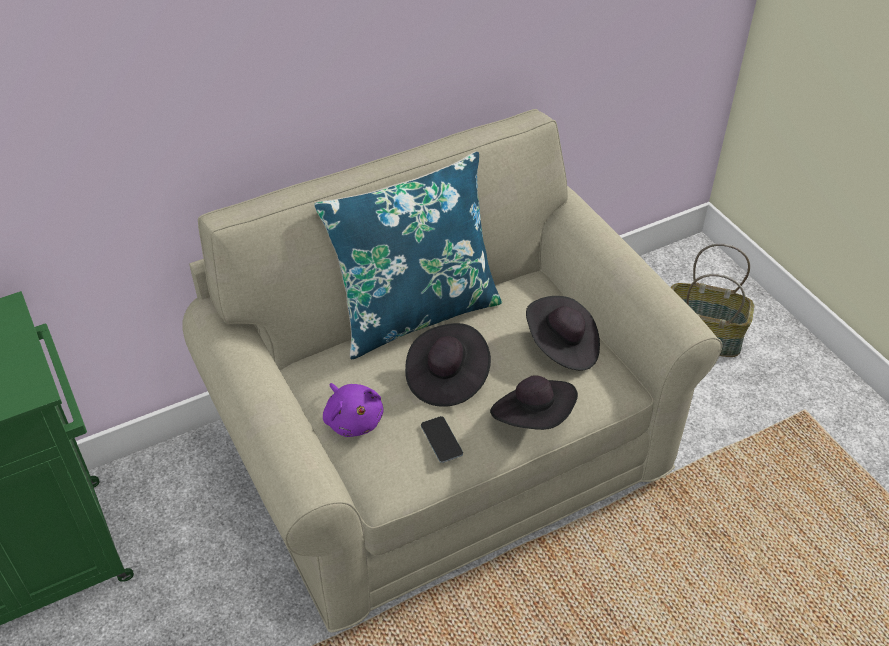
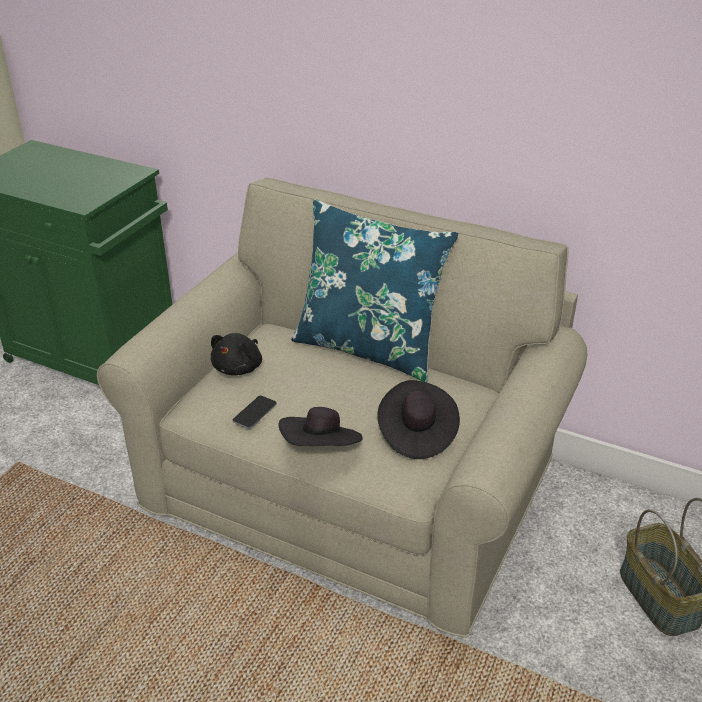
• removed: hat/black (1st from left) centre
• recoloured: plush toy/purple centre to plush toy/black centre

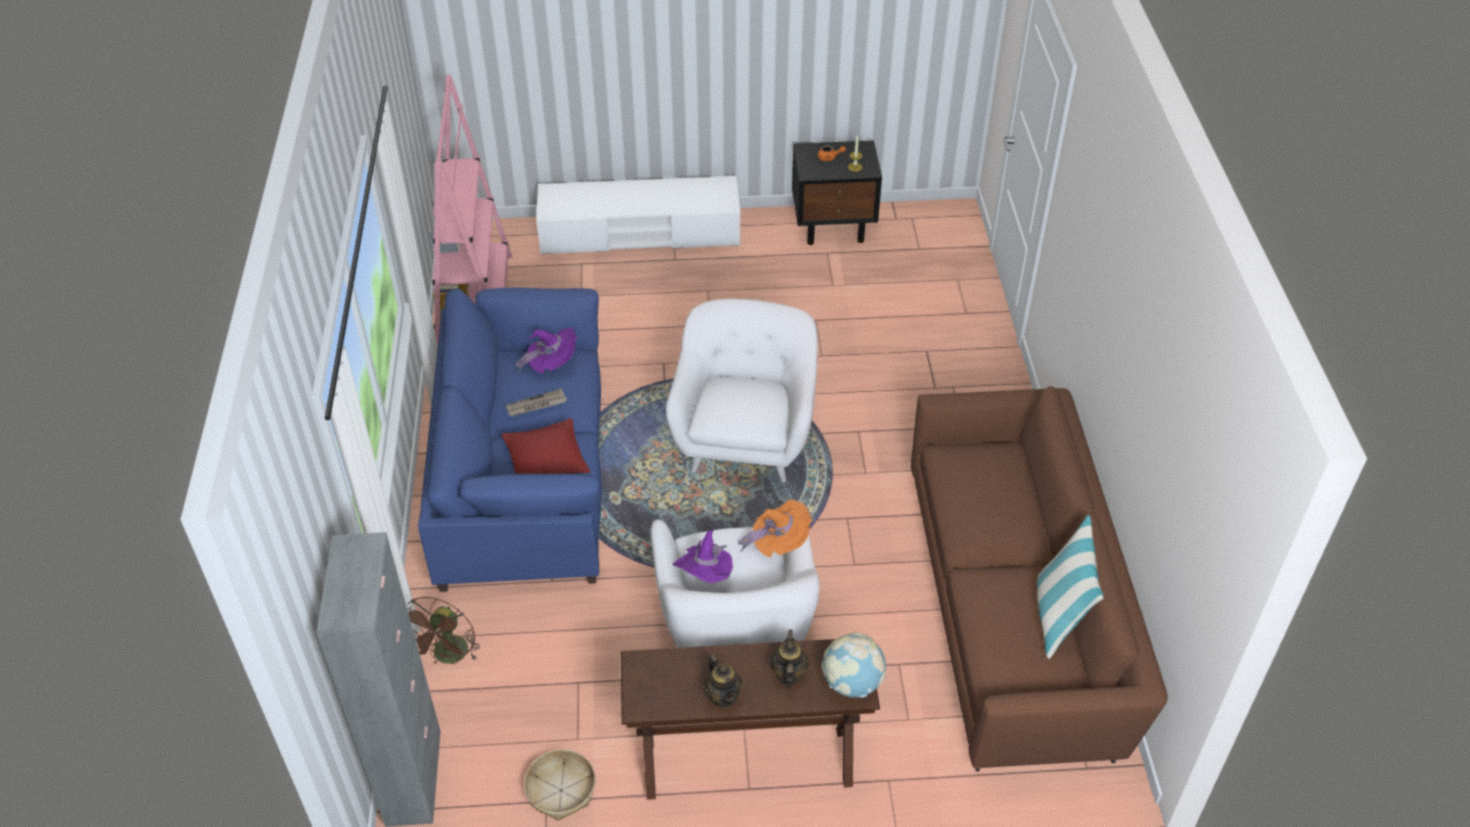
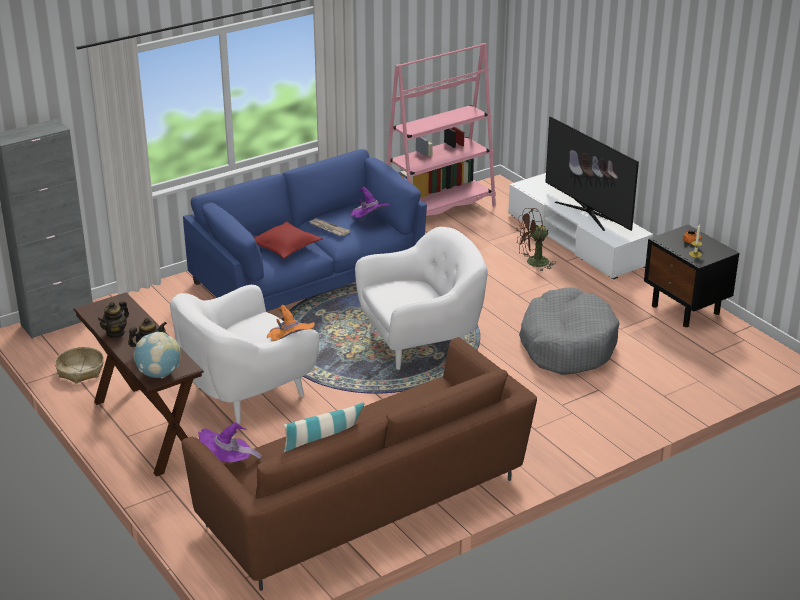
• added: dog bed/grey middle right
• added: television top right
• moved: fan/brown bottom left to middle right
• moved: hat/purple (2nd from left in the first image) bottom centre to hat/purple (1st from left) bottom left

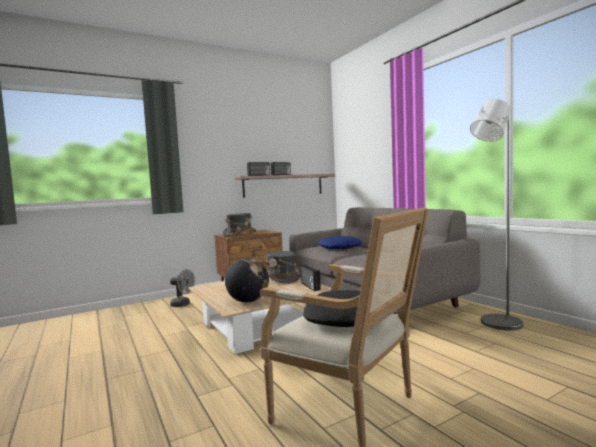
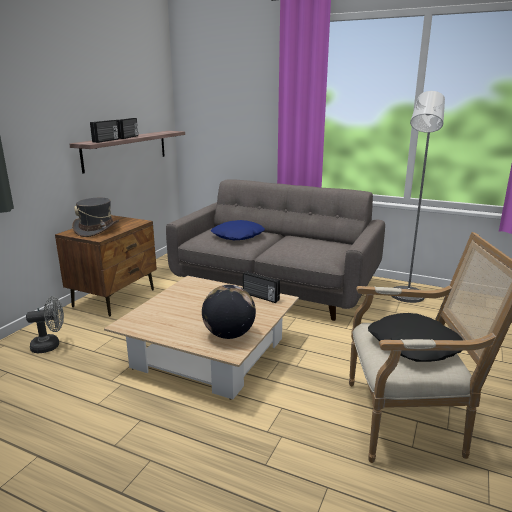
• removed: hat/grey (2nd from left) centre

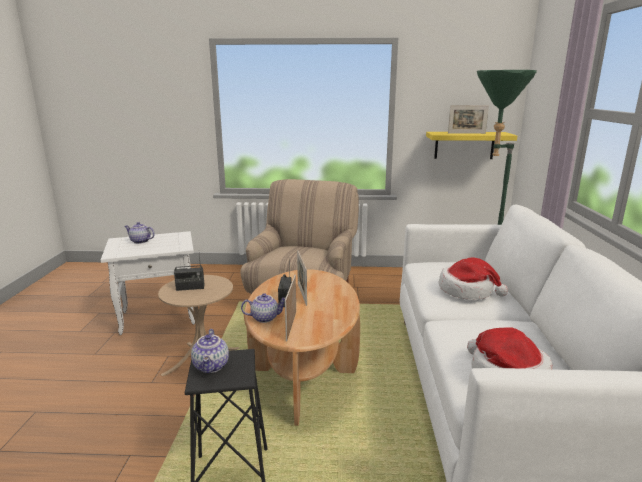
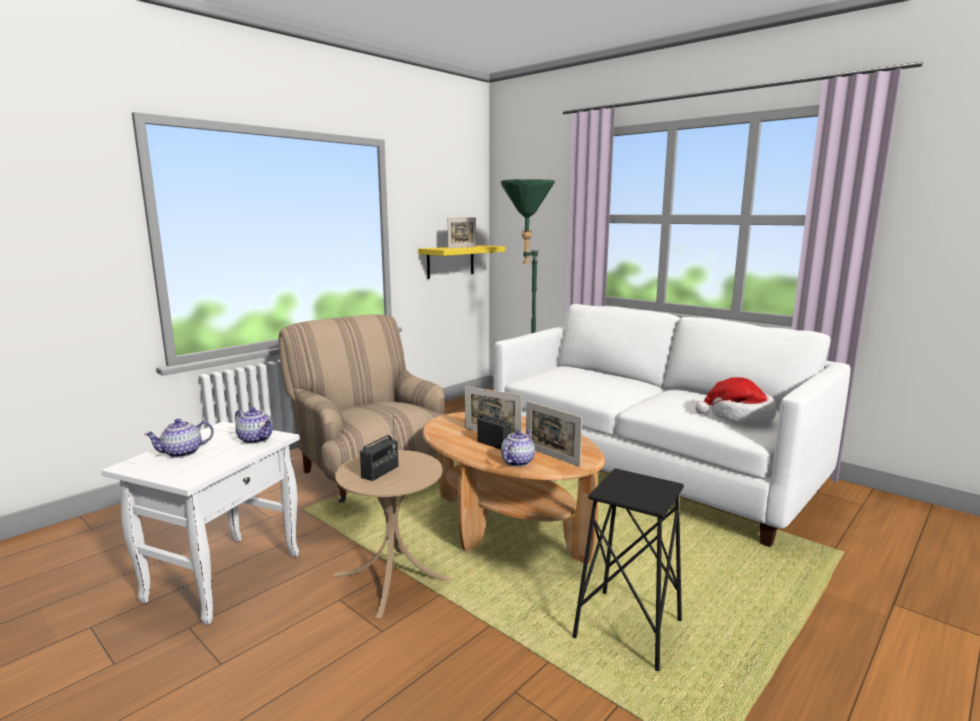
• removed: hat (1st from left) middle right
• moved: teapot (2nd from left) bottom left to middle left

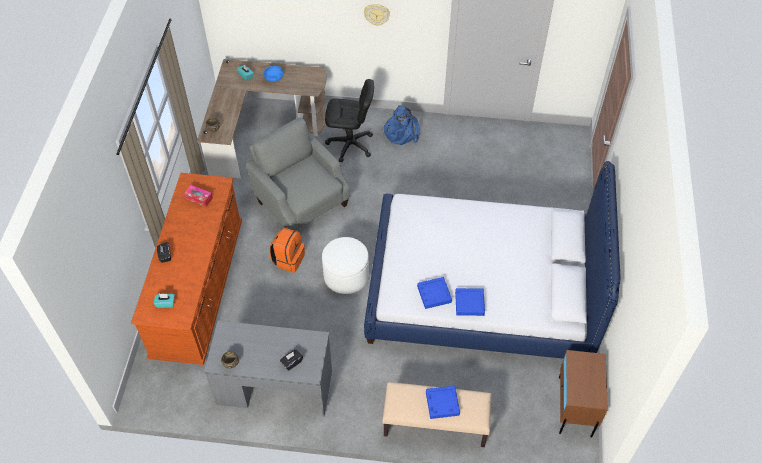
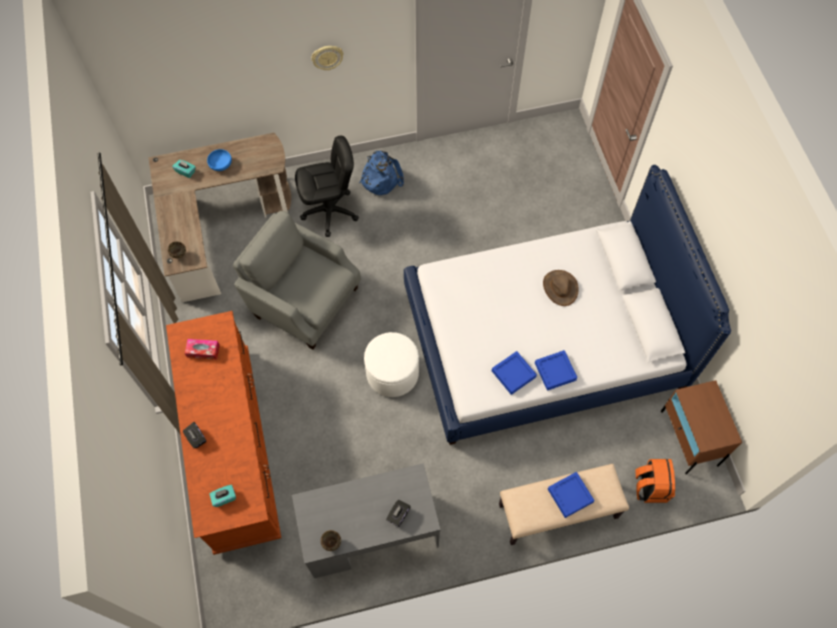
• added: hat/brown middle right
• moved: backpack/orange centre to bottom right

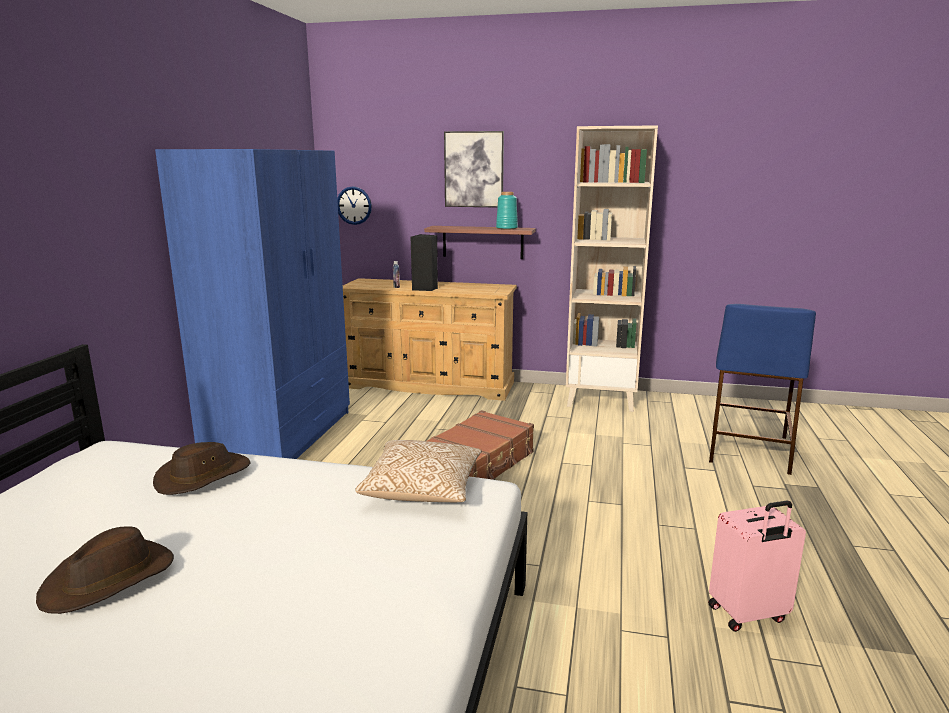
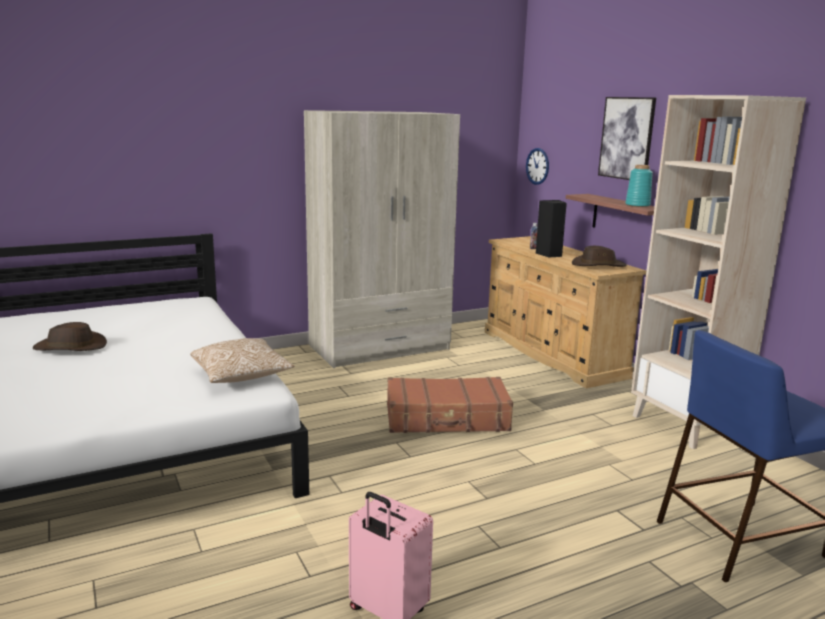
• moved: hat/brown (2nd from left) middle left to middle right
• recoloured: wardrobe/blue middle left to wardrobe/beige centre

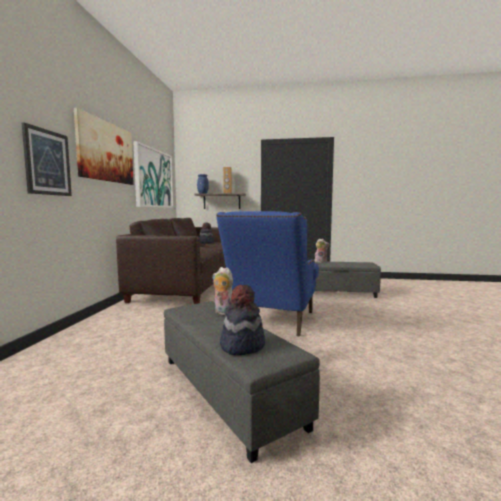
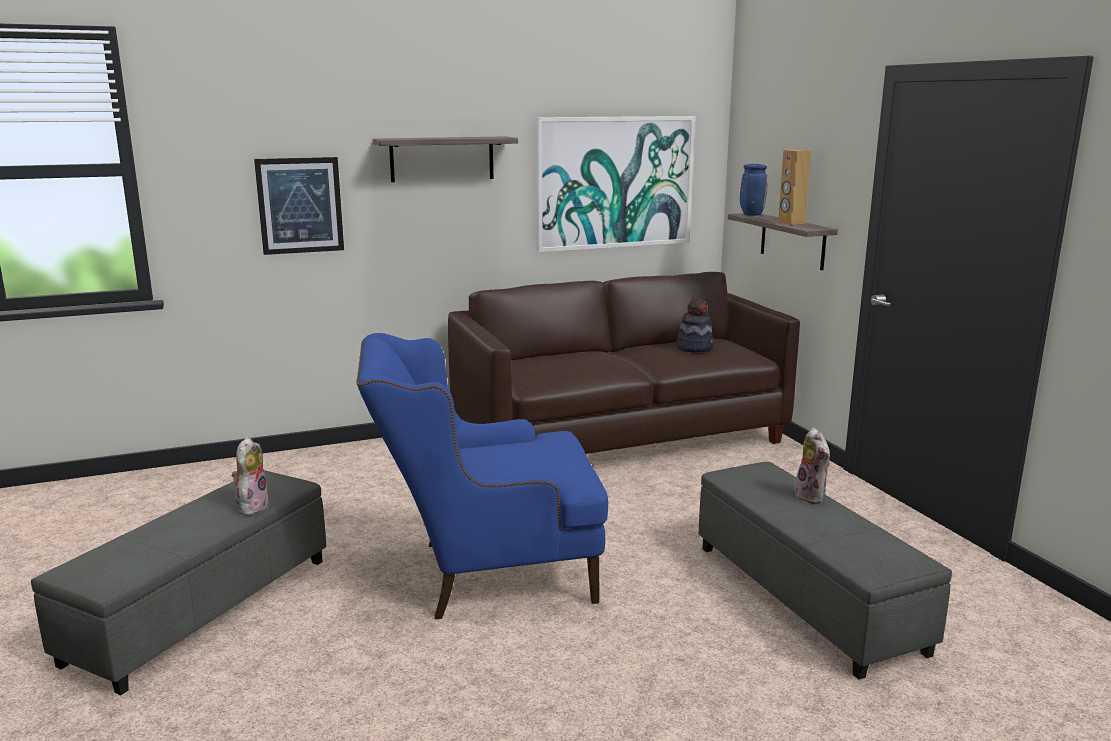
• removed: hat (2nd from left) centre
• replaced: picture (2nd from left) top left to shelf (1st from left) top centre

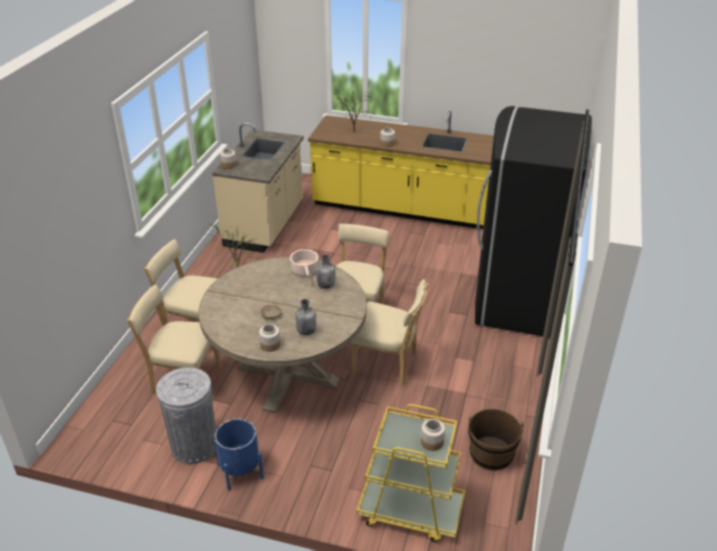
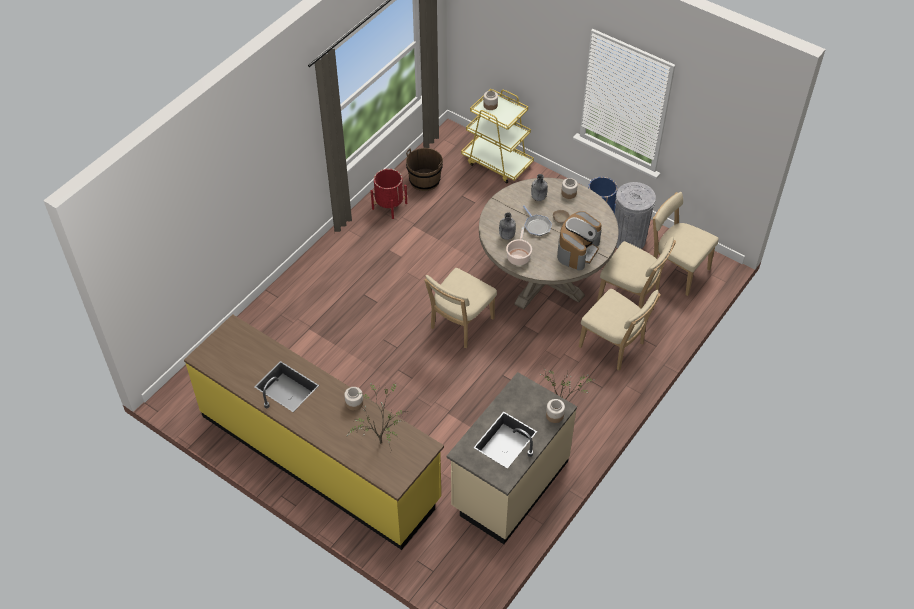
• removed: fridge/black middle right
• added: planter/red top centre
• added: frying pan centre
• added: coffee machine centre
• moved: chair/beige (4th from left) centre to middle right

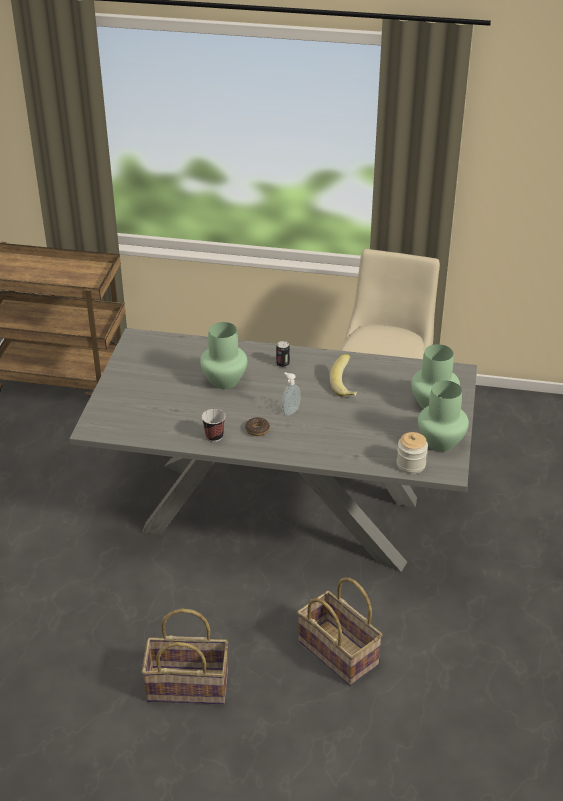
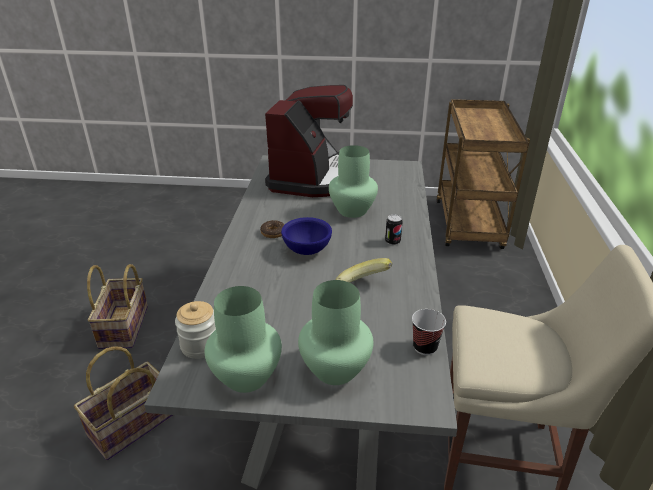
• added: coffee machine top centre
• moved: cup centre to bottom centre
• replaced: soap dispenser centre to bowl/blue centre

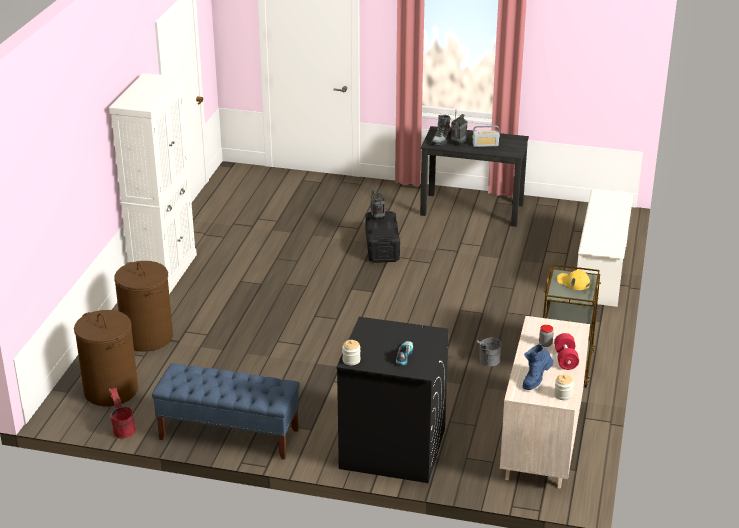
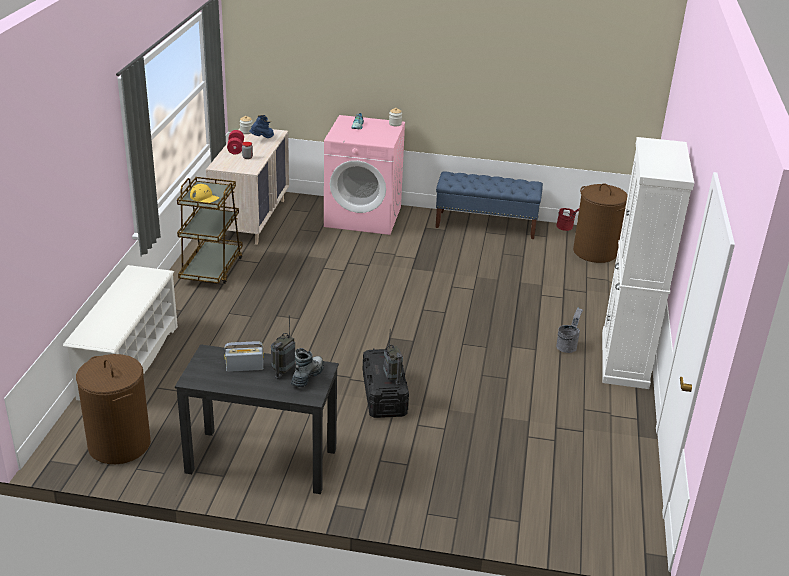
• moved: laundry basket/brown (2nd from left in the first image) middle left to laundry basket/brown (1st from left) bottom left
• moved: bucket/grey bottom centre to middle right
• recoloured: washing machine/black bottom centre to washing machine/pink top centre

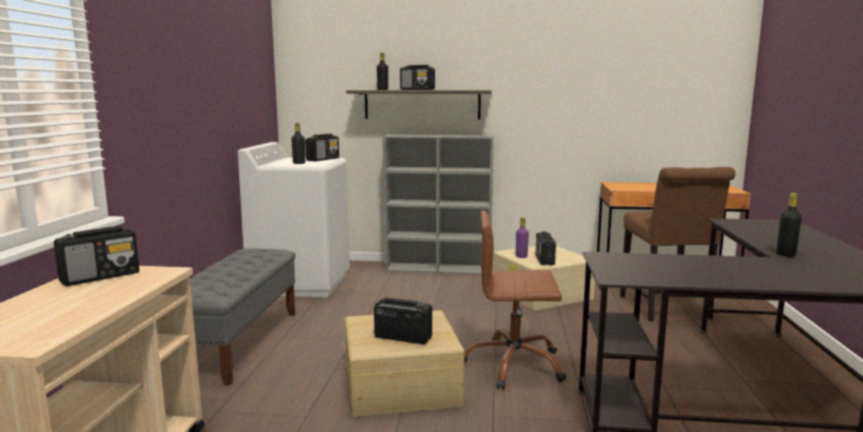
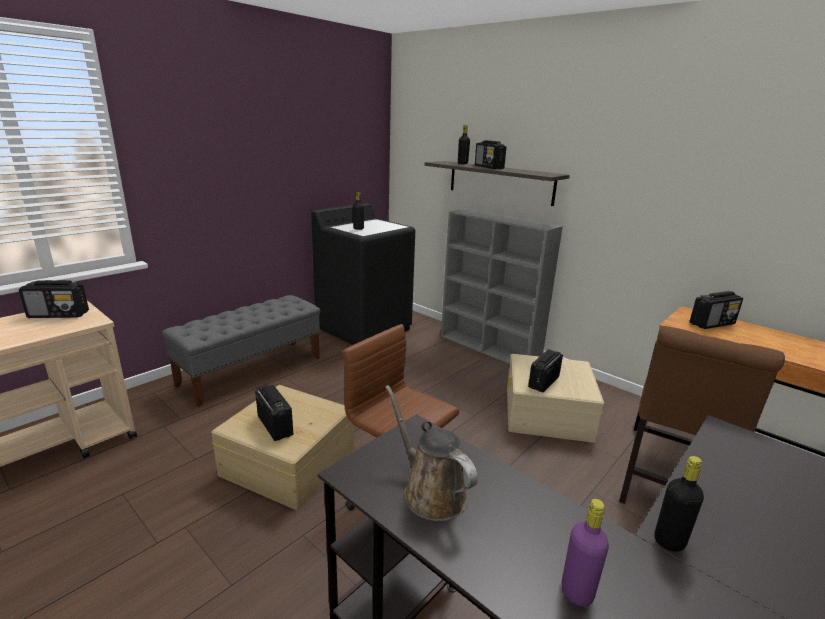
• added: watering can/brown bottom centre
• moved: radio (2nd from left in the first image) centre to radio (5th from left) middle right
• moved: bottle/purple centre to bottom right
• recoloured: washing machine/white centre to washing machine/black centre

